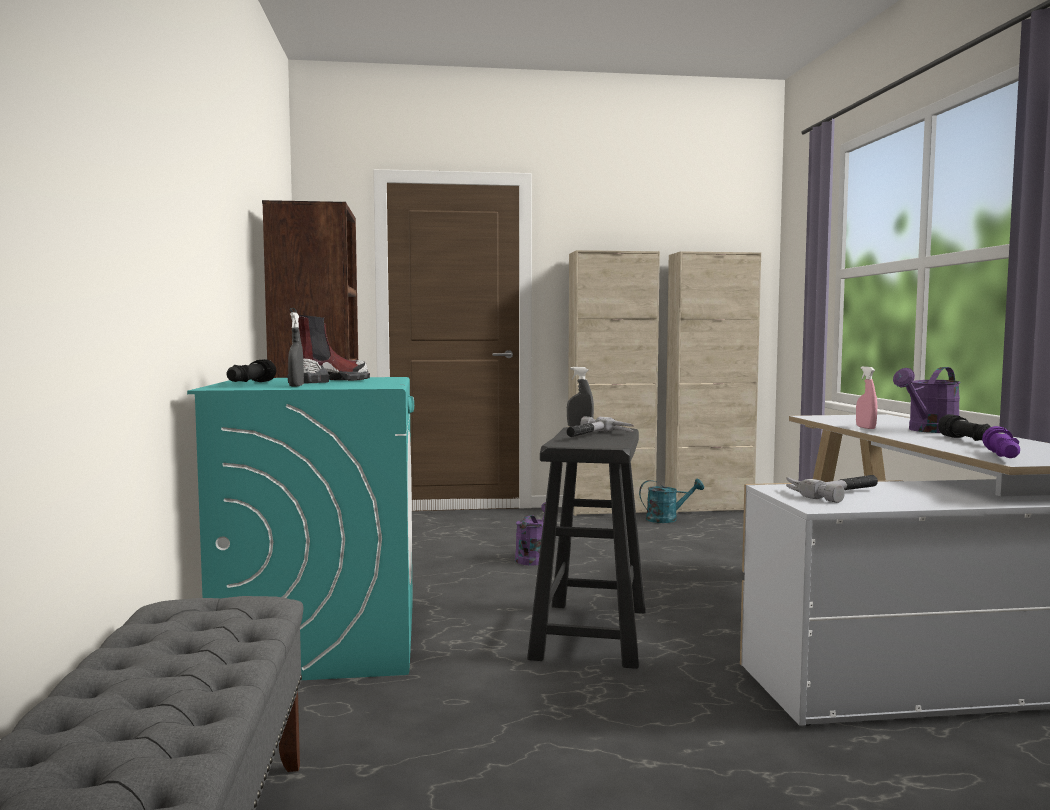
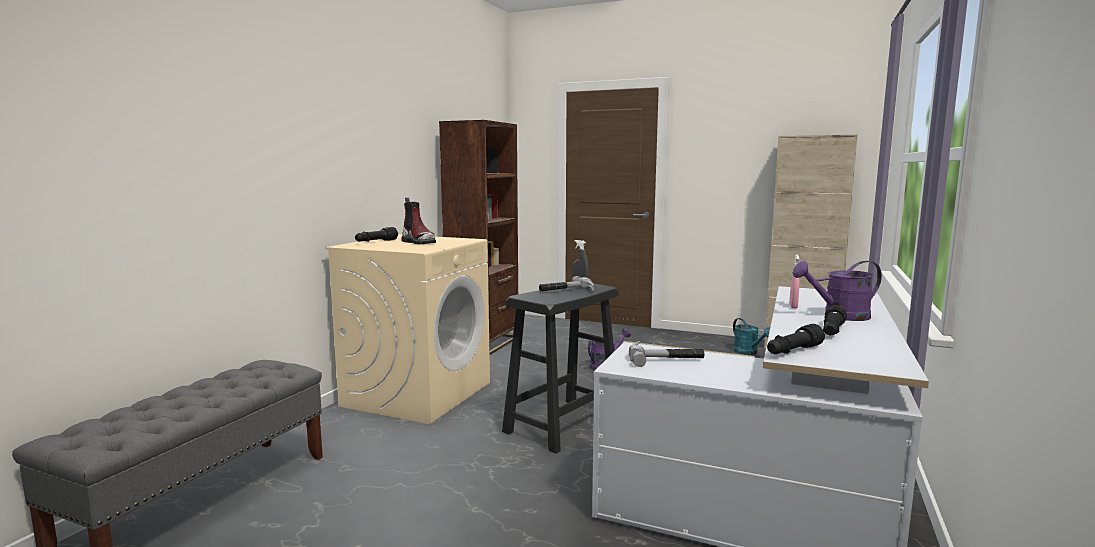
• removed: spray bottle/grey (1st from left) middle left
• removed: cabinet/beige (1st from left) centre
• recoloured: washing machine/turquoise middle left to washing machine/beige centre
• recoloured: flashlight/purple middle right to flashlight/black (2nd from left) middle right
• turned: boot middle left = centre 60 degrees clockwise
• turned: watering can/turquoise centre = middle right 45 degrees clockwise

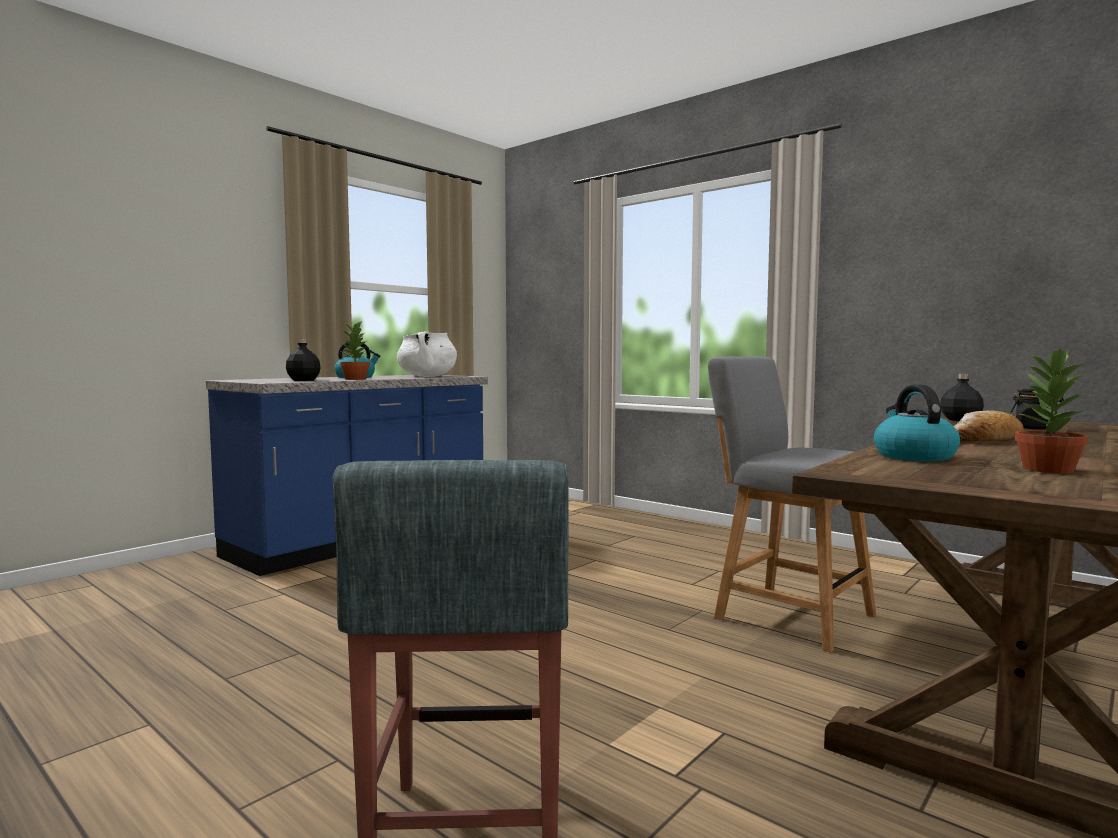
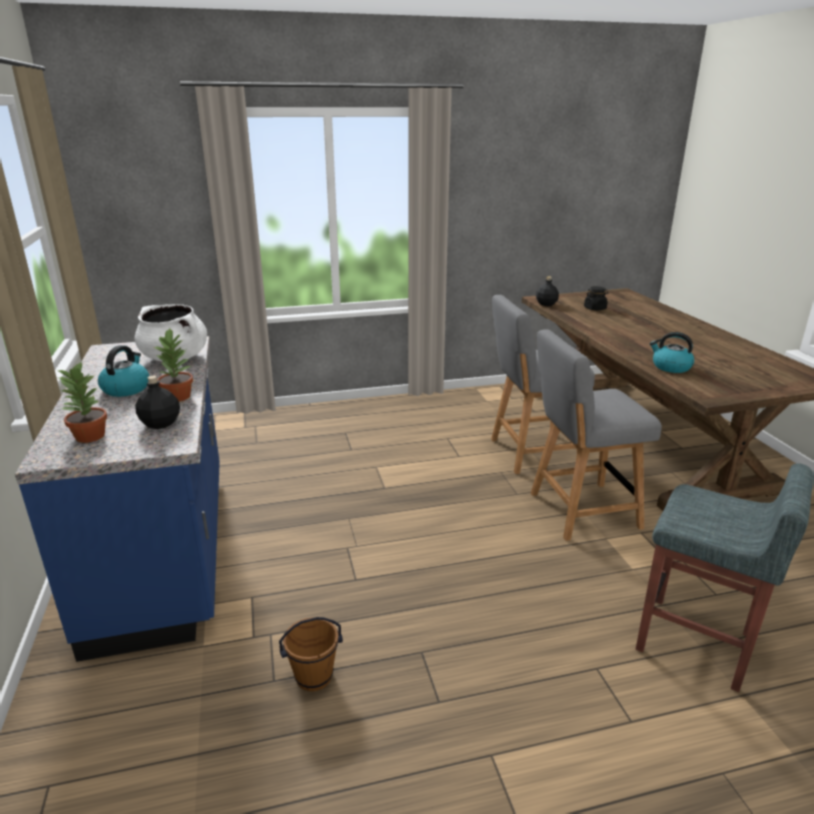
• removed: bread middle right
• added: bucket/brown bottom centre
• added: chair/grey (2nd from left) middle right
• moved: potted plant (2nd from left in the first image) middle right to potted plant (1st from left) middle left

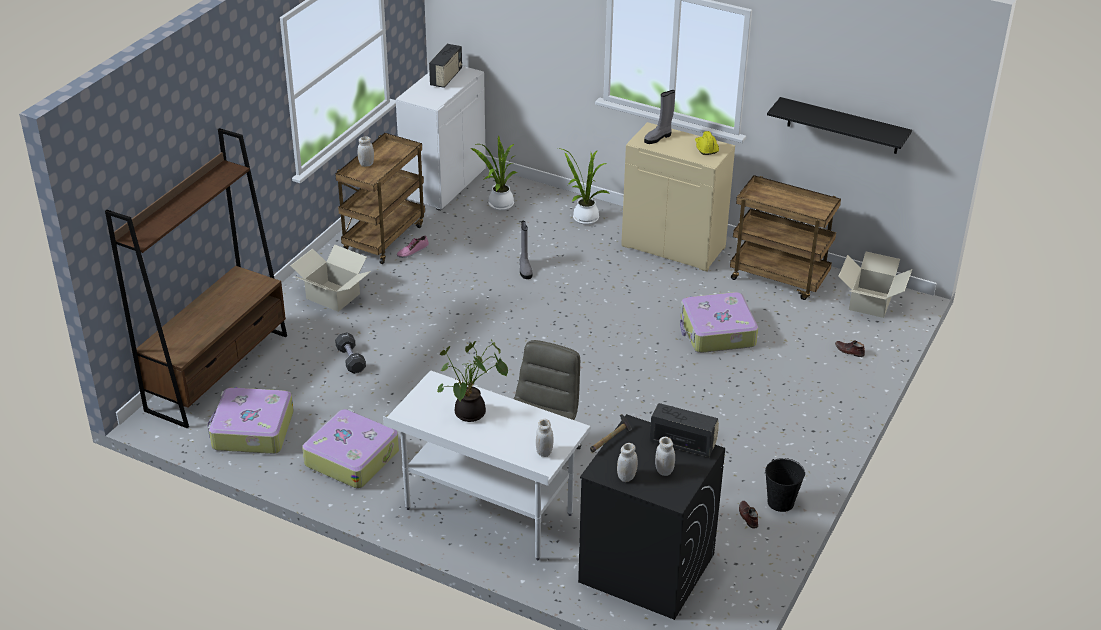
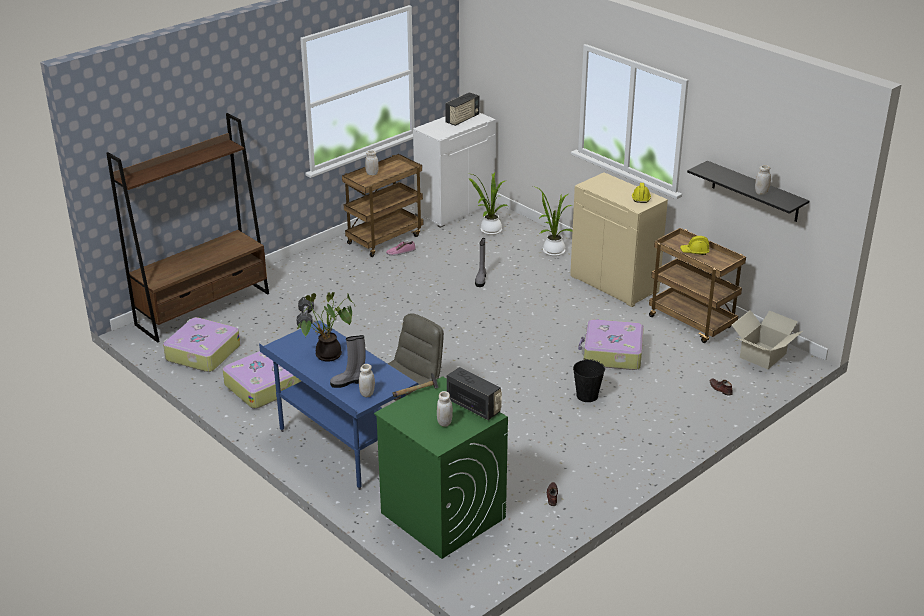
• removed: cardboard box (1st from left) middle left
• added: hard hat/yellow (2nd from left) middle right
• moved: jar/white (3rd from left in the first image) bottom centre to jar/white (4th from left) top right
• moved: boot/grey (2nd from left in the first image) top centre to boot/grey (1st from left) centre
• moved: bucket/black bottom right to centre
• recoloured: desk/white bottom centre to desk/blue centre
• recoloured: washing machine/black bottom centre to washing machine/green bottom centre

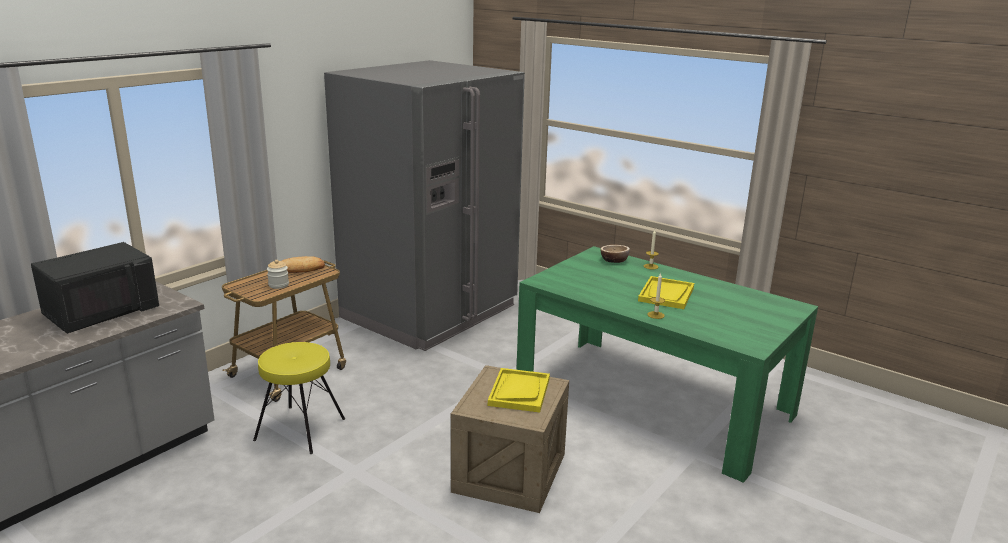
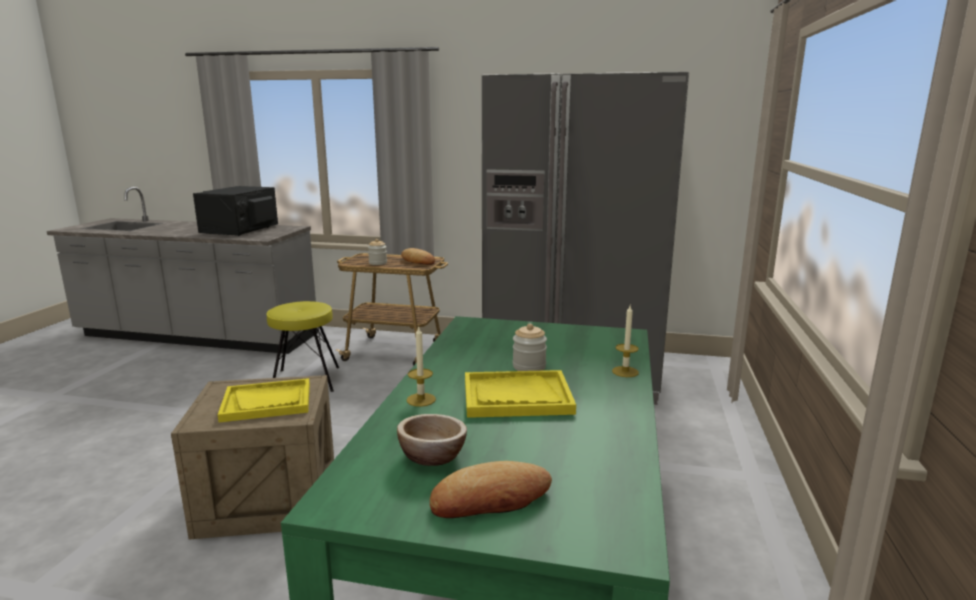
• added: bread (2nd from left) bottom centre
• added: jar (2nd from left) centre
• moved: bowl centre to bottom centre
• turned: microwave/black middle left = middle left 90 degrees clockwise

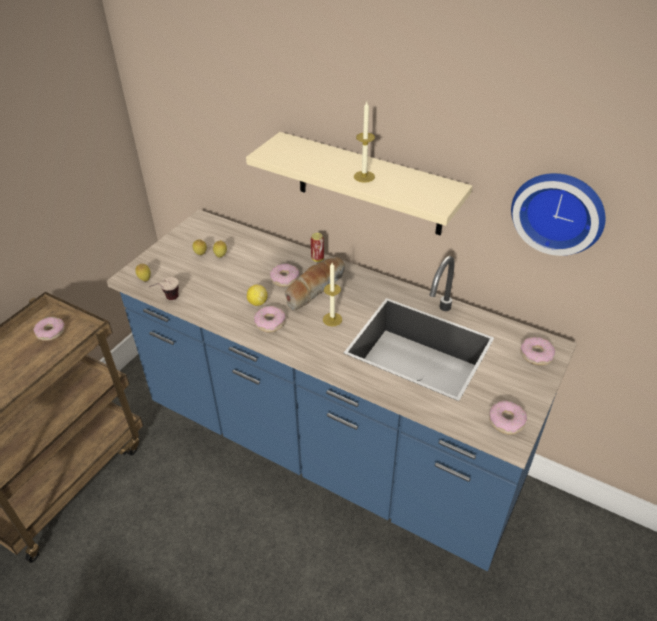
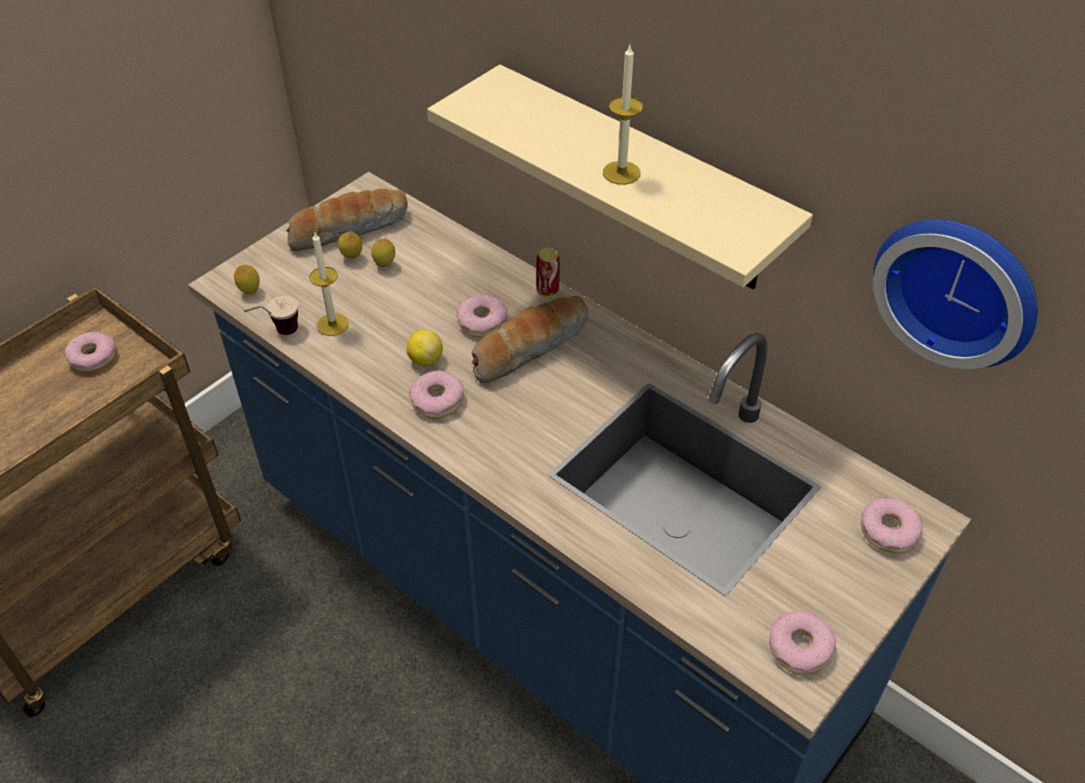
• added: bread (1st from left) top left
• moved: candle (1st from left) centre to middle left

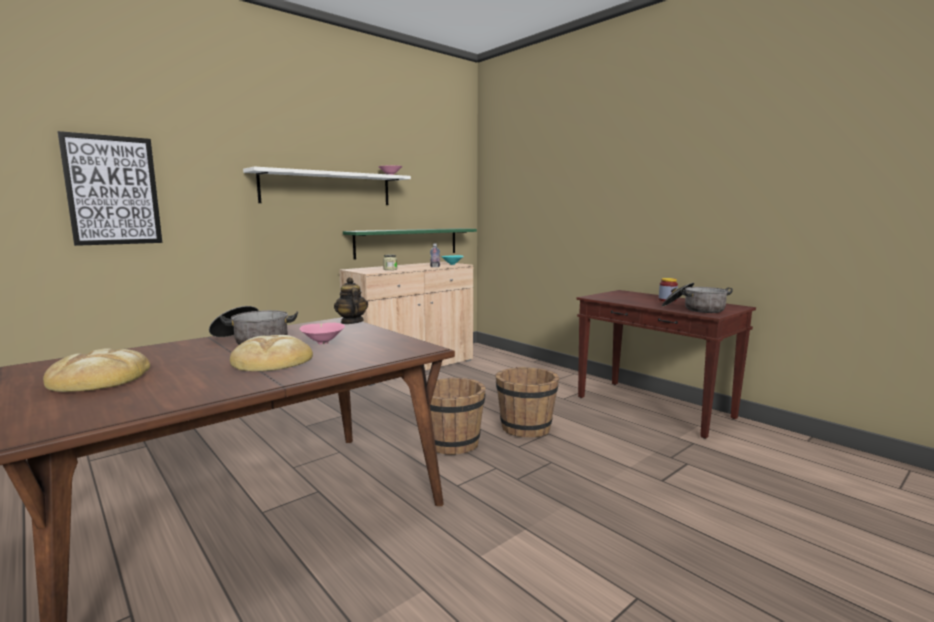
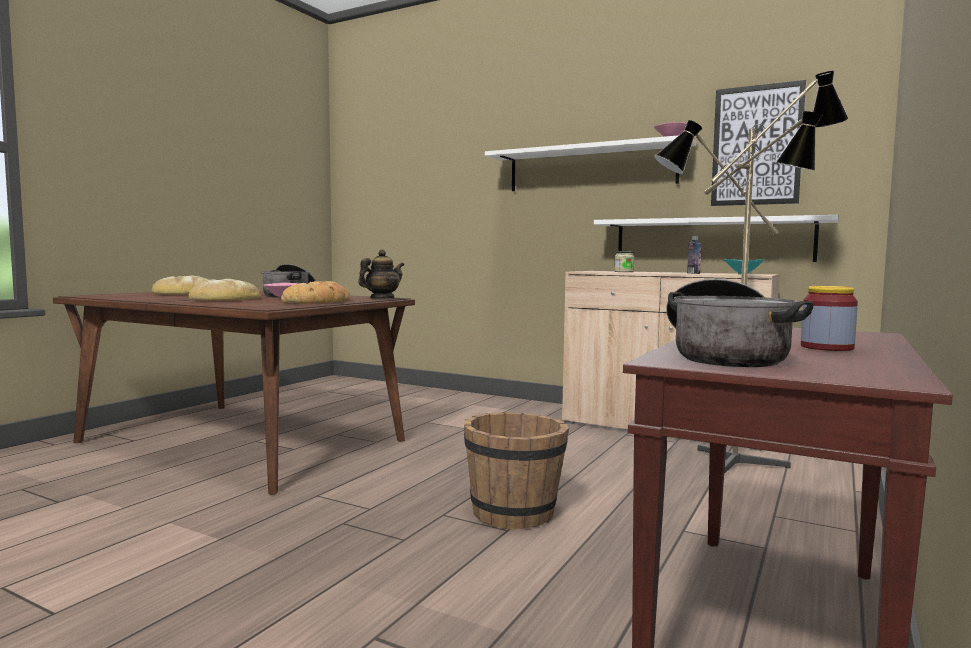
• removed: bucket/brown (1st from left) bottom centre
• added: bread (3rd from left) middle left
• added: floor lamp middle right
• moved: picture top left to top right
• recoloured: shelf/green centre to shelf/white (2nd from left) middle right

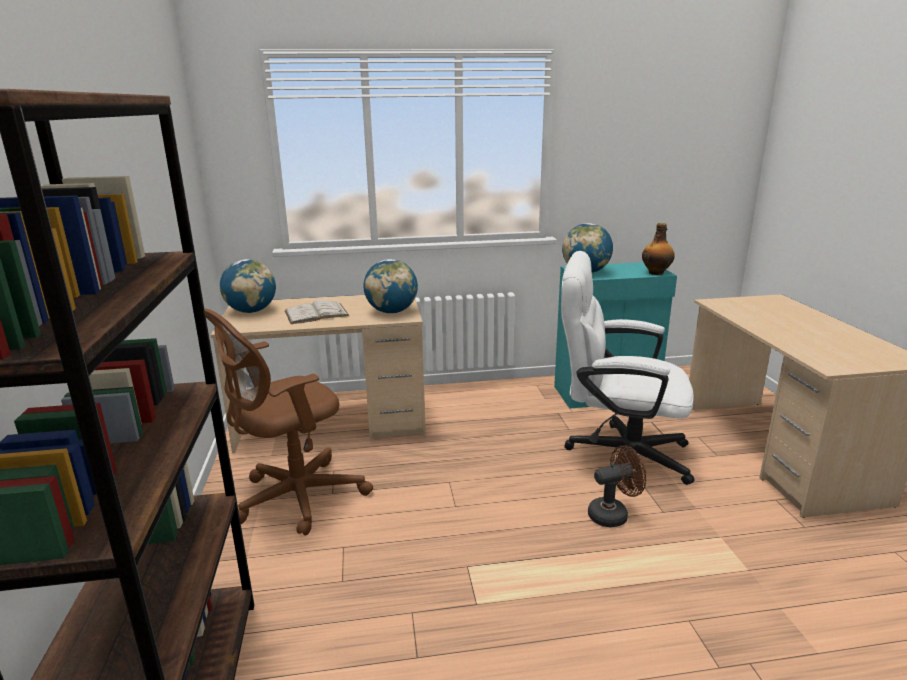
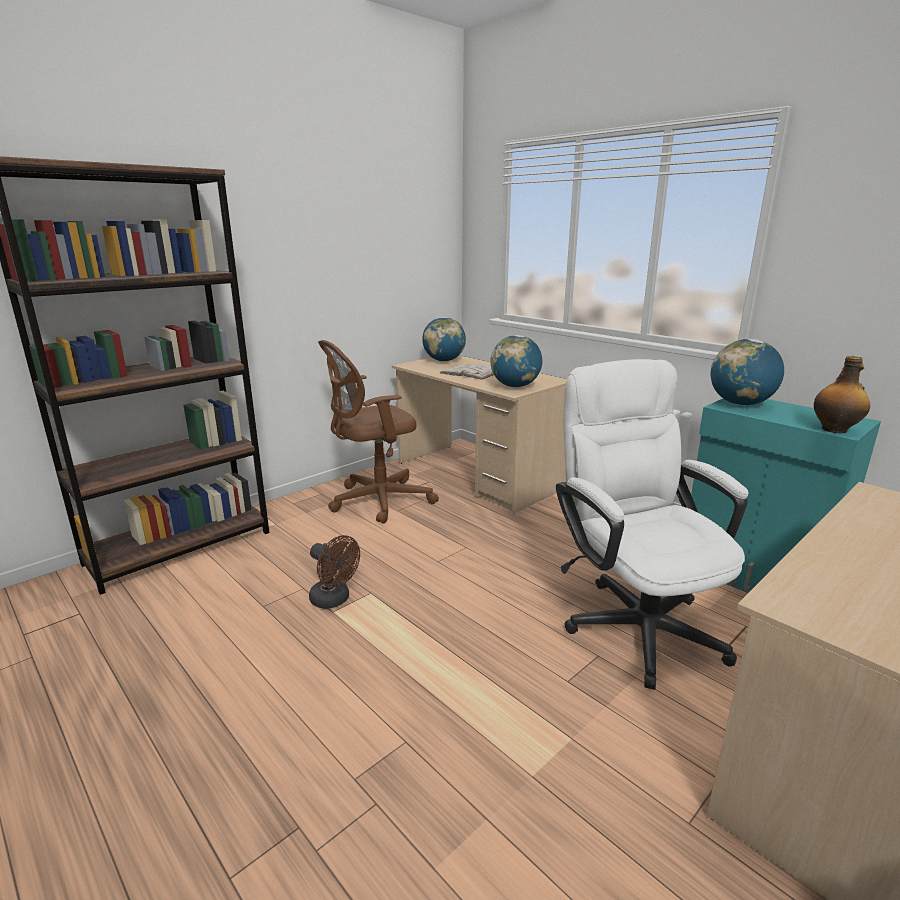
• moved: fan/brown bottom right to centre
• turned: office chair/brown middle left = centre 45 degrees counterclockwise

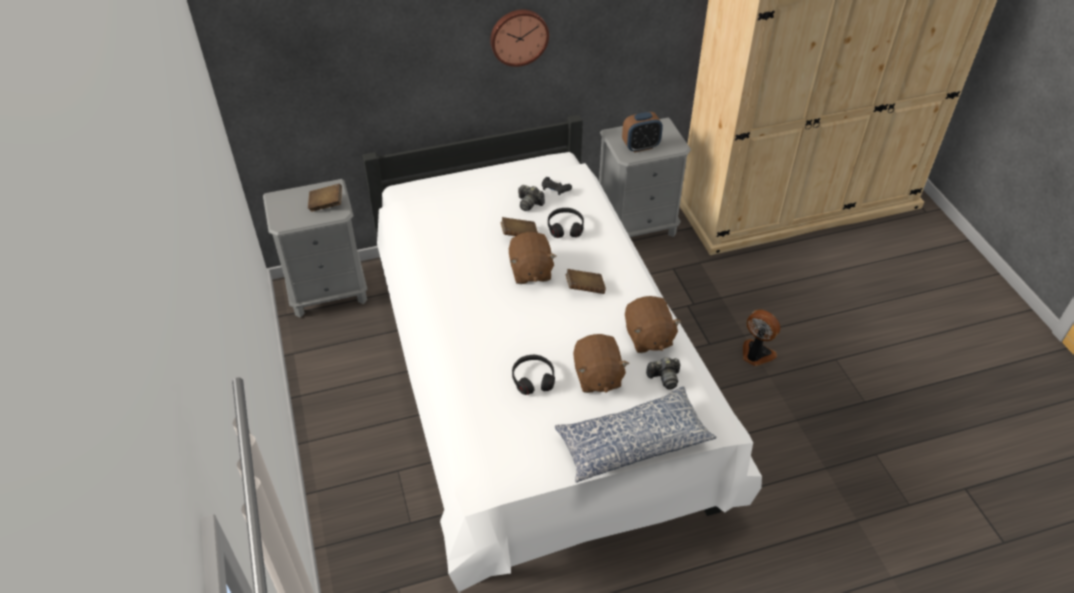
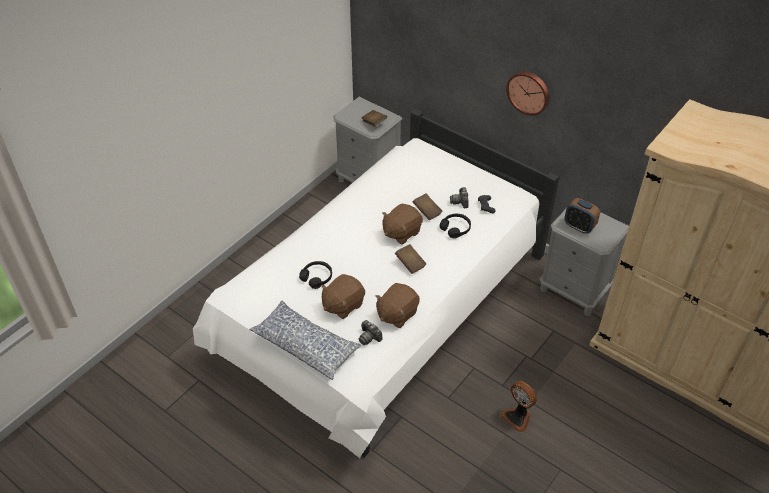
• turned: fan middle right = bottom right 135 degrees clockwise

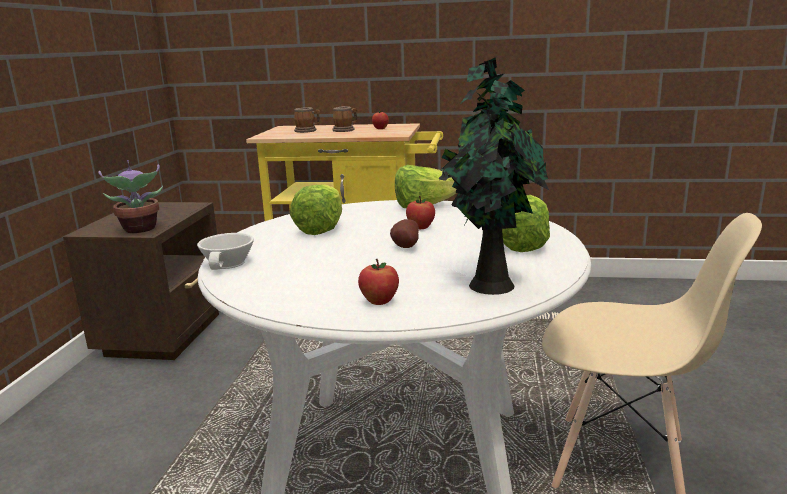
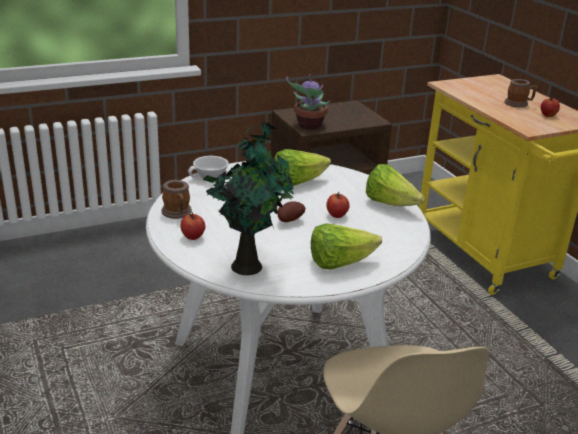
• moved: mug (1st from left) top centre to middle left

